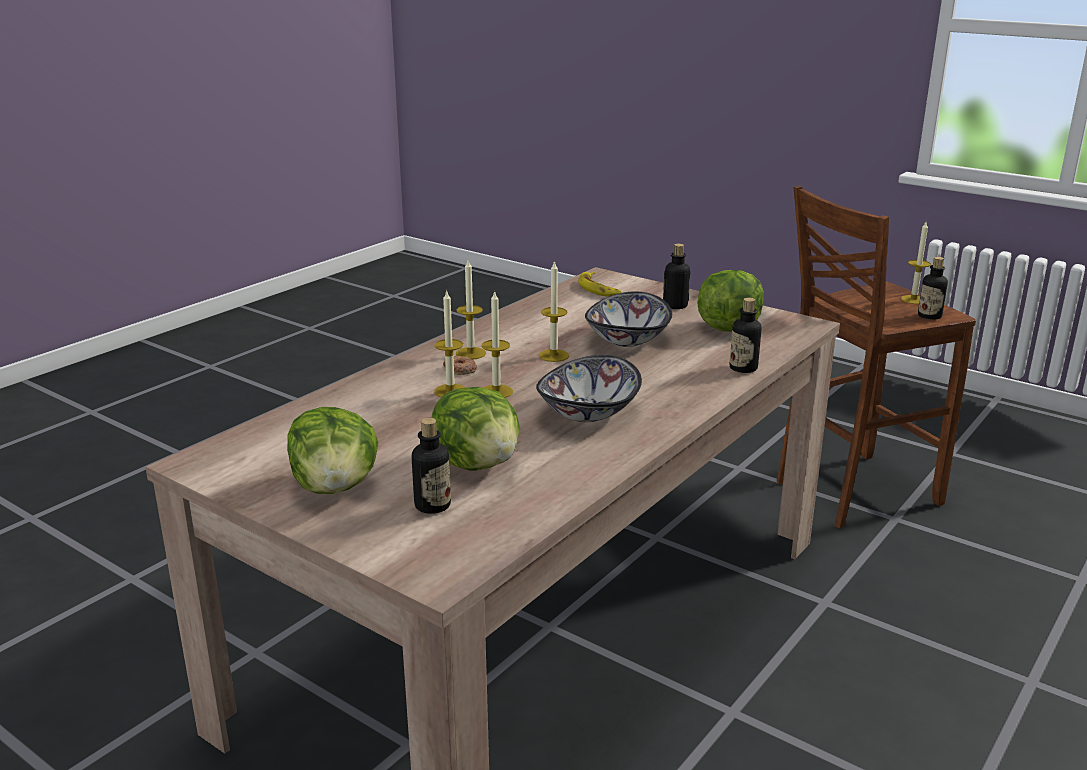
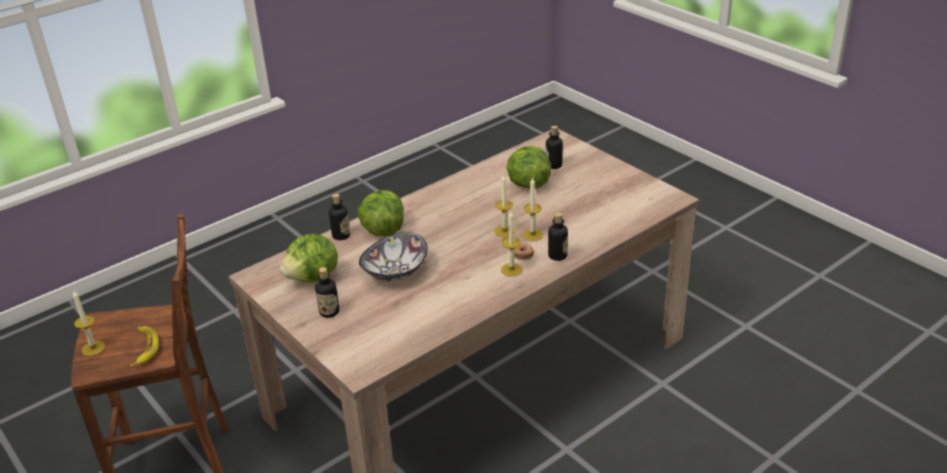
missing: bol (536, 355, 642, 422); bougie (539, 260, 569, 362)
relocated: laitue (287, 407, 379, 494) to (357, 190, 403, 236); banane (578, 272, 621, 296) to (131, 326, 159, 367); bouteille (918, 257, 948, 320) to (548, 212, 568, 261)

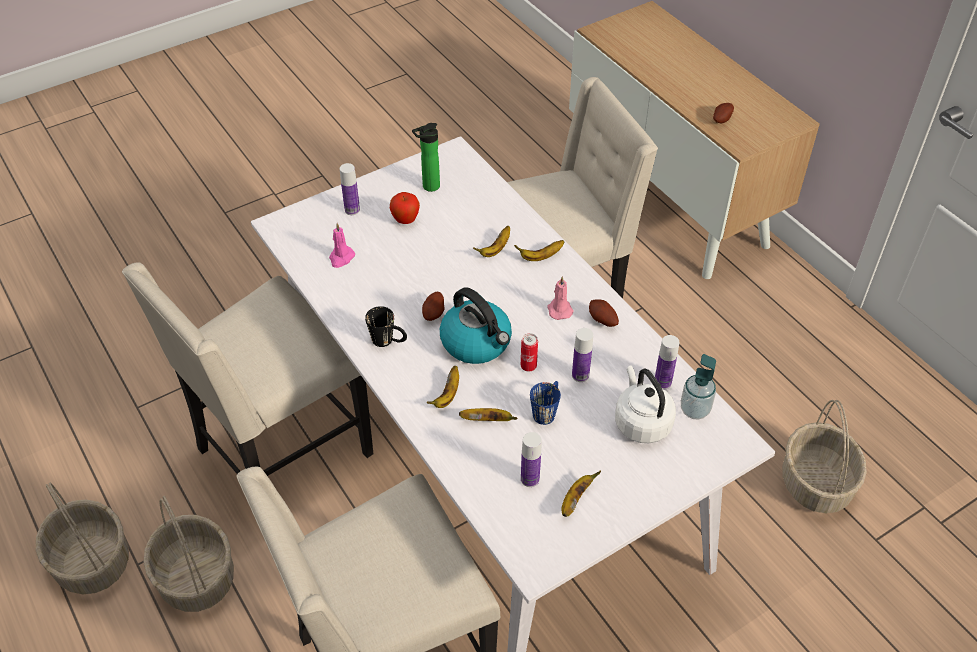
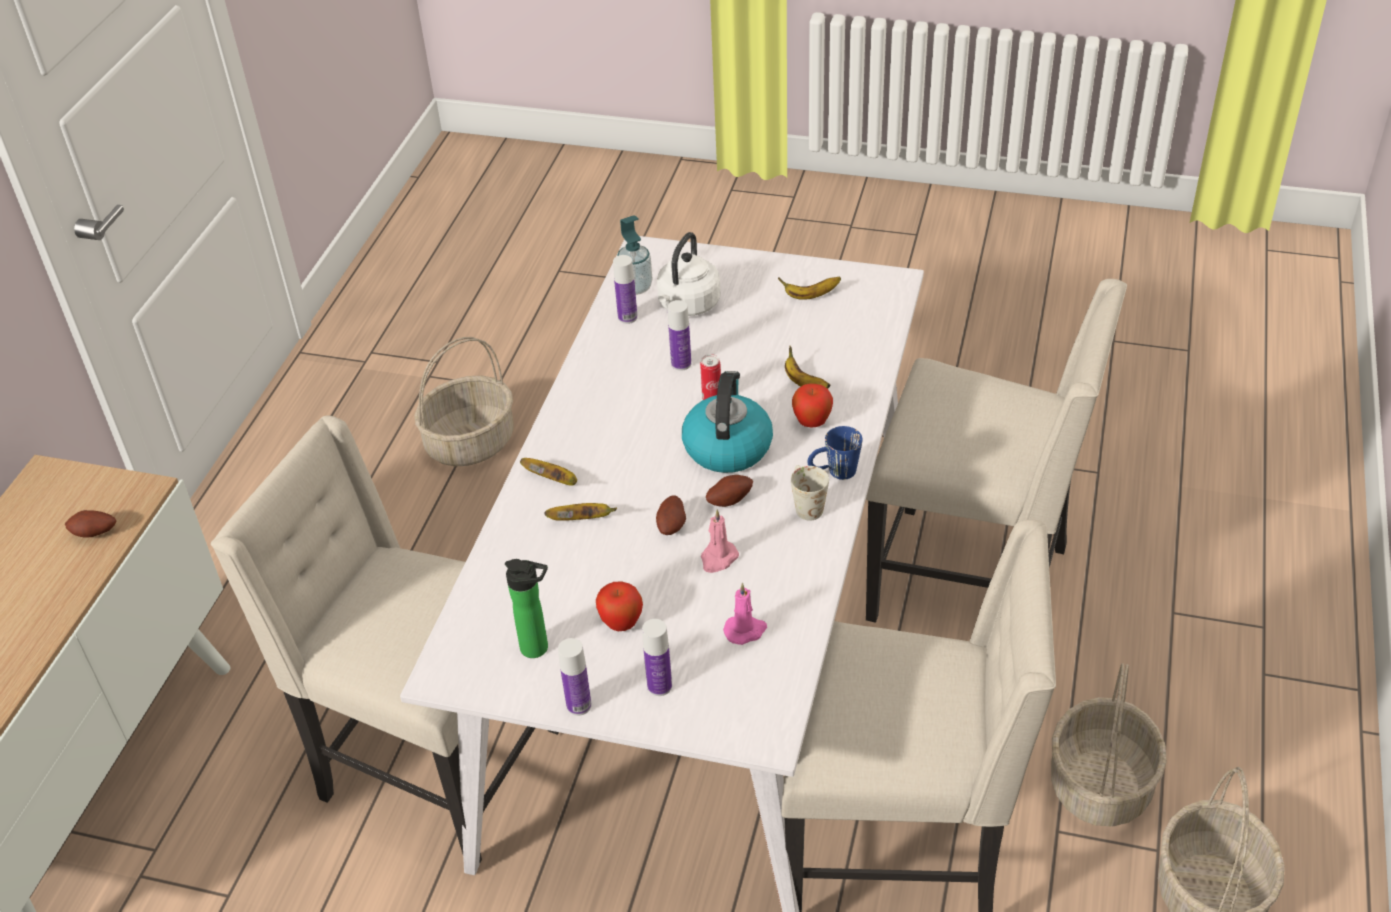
relocated: bouteille (521, 432, 542, 487) to (558, 638, 592, 716); mug (bleu) (530, 381, 561, 425) to (807, 426, 863, 480); bougie (rose) (548, 276, 574, 320) to (701, 509, 739, 573); pomme de terre (589, 299, 619, 327) to (656, 495, 686, 535)
exchanged: banane (426, 366, 459, 408) to pomme (792, 383, 833, 427)
colour: mug (noir) (365, 306, 407, 347) to mug (blanc) (791, 465, 829, 520)

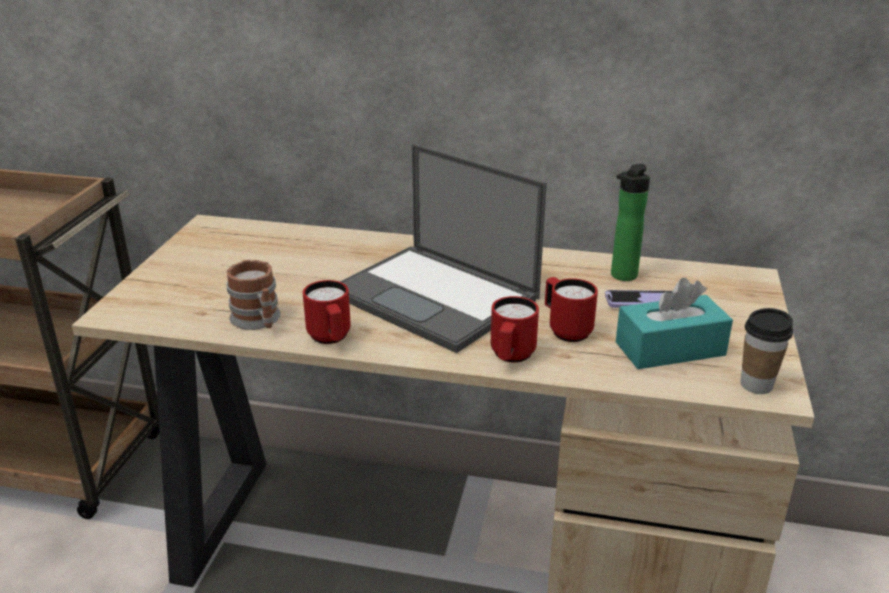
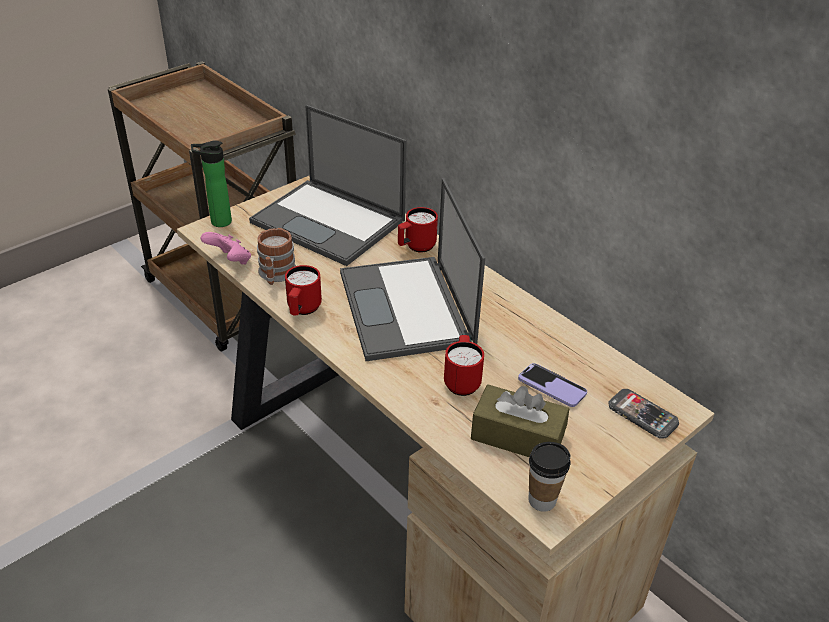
appeared: manette (rose) (201, 232, 251, 265); ordinateur portable (249, 105, 407, 266); téléphone (608, 389, 679, 439)
relocated: mug (rouge) (491, 296, 539, 363) to (398, 207, 438, 253); bouteille (611, 164, 650, 281) to (191, 141, 232, 227)
colour: boîte à mouchoirs (turquoise) (616, 278, 733, 369) to boîte à mouchoirs (marron) (471, 384, 570, 457)

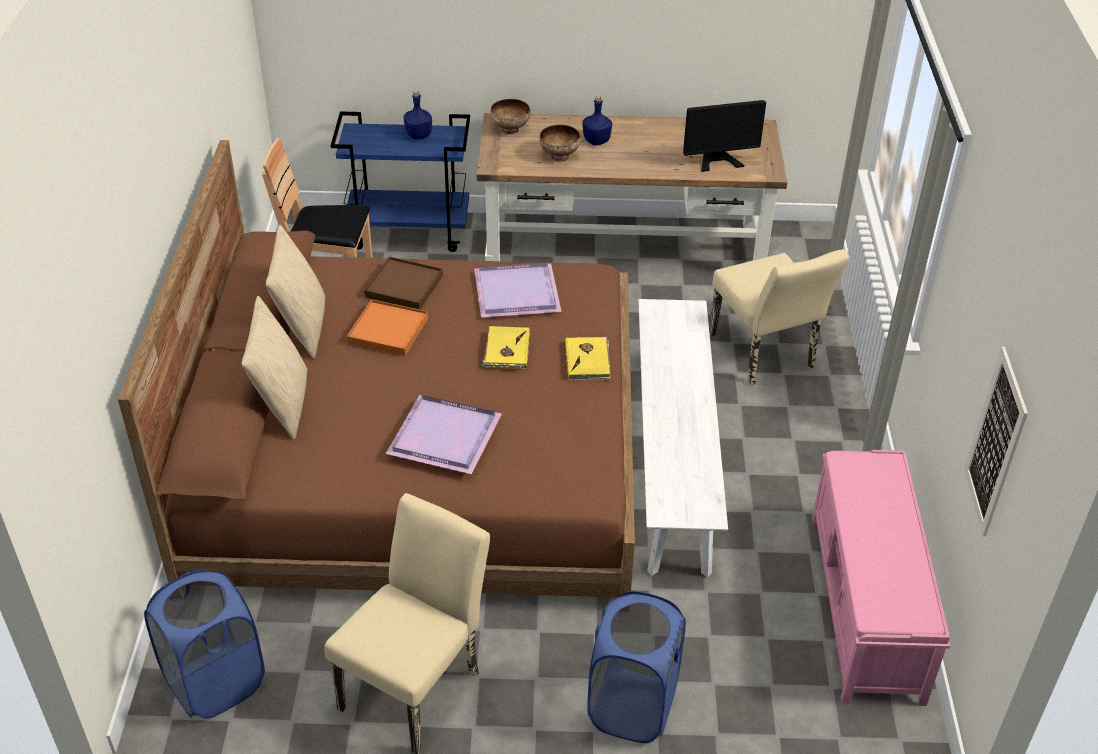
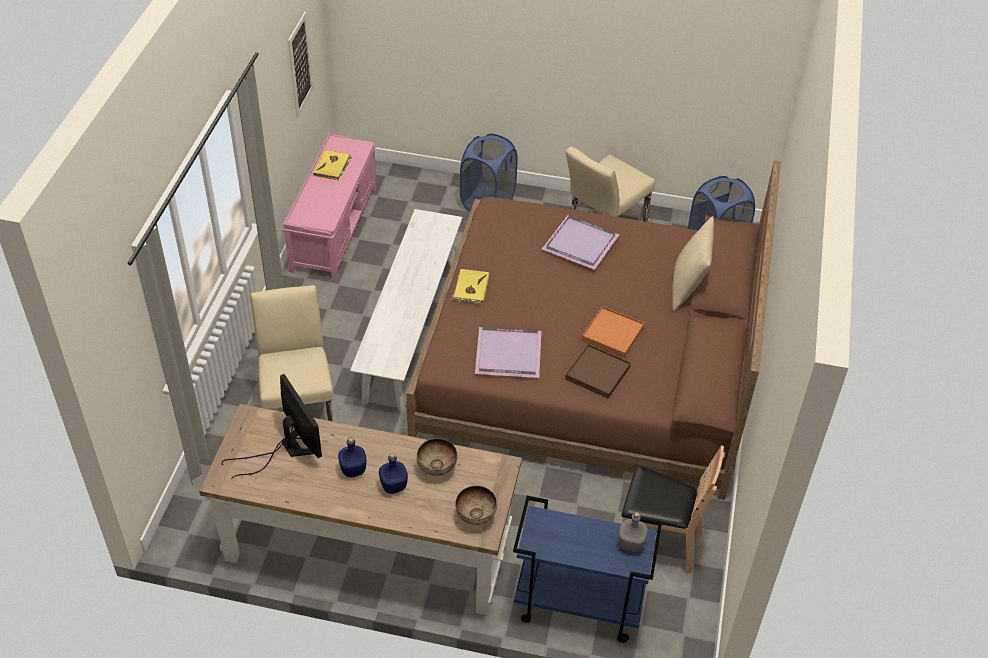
missing: coussin (beige) (266, 225, 325, 359)
appeared: bouteille (gris) (619, 512, 648, 552)
relocated: bouteille (bleu) (404, 91, 432, 140) to (338, 437, 367, 477); livre (jaune) (482, 326, 530, 369) to (313, 150, 352, 181)
spun: écran d'ordinateur (683, 100, 766, 172) = (222, 374, 322, 479) 60 degrees clockwise

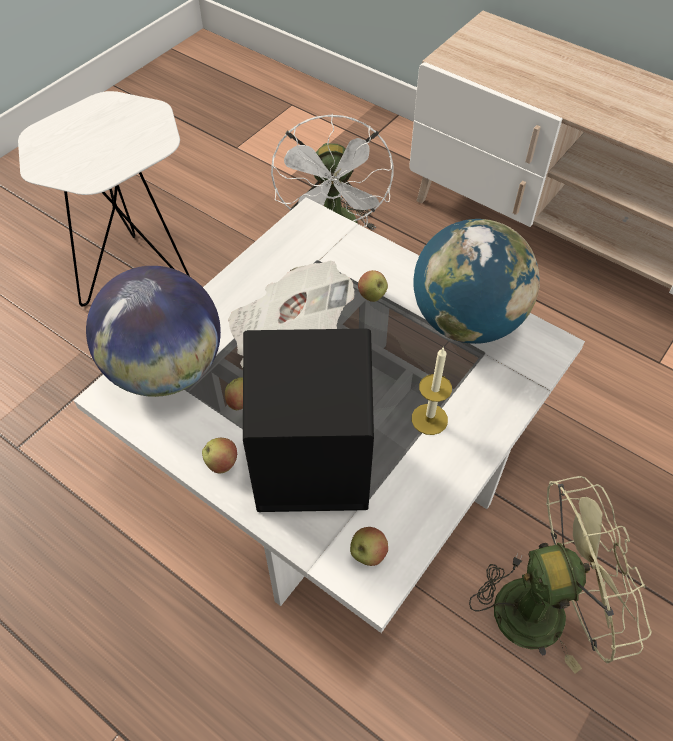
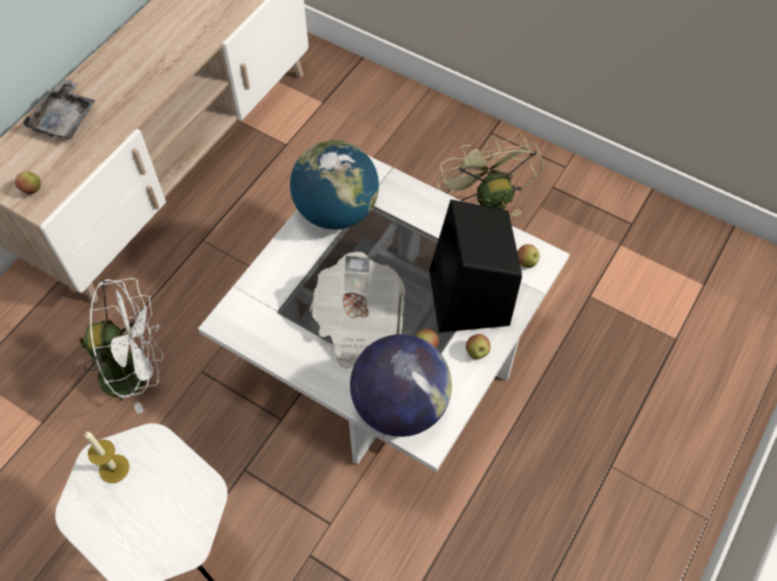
appeared: plateau (gris) (23, 79, 95, 140)
relocated: pomme (358, 270, 388, 302) to (15, 171, 41, 194); bougie (412, 348, 452, 435) to (84, 432, 129, 483)

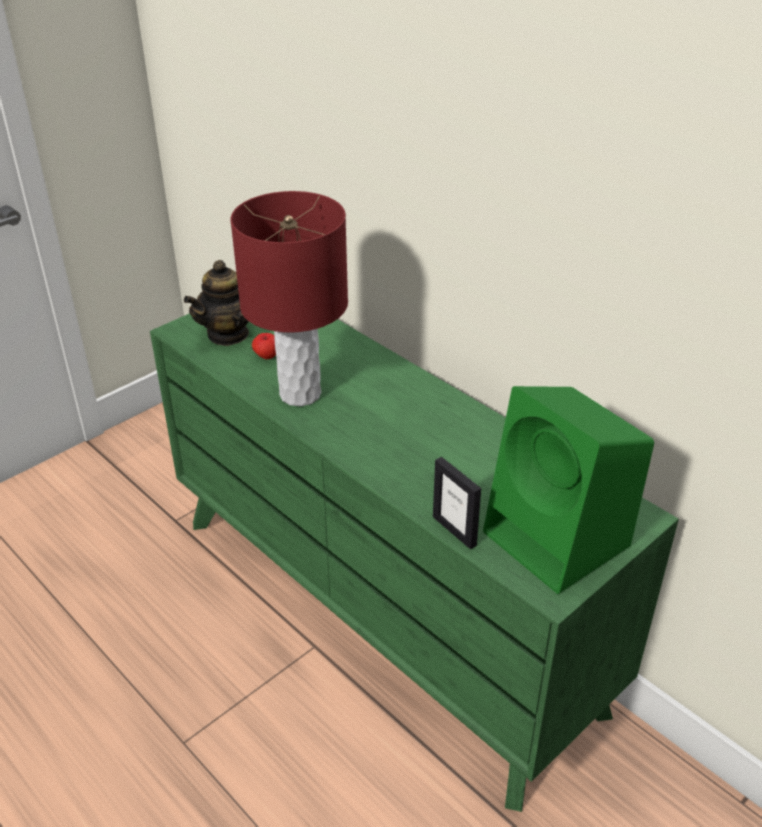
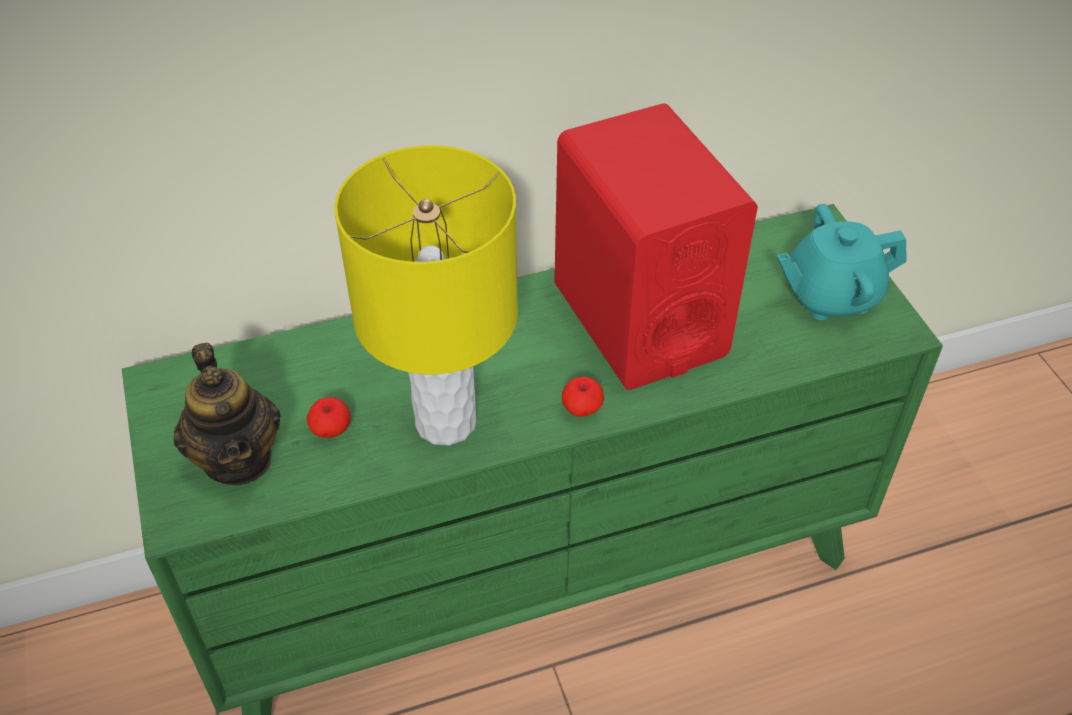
missing: cadre photo (433, 457, 481, 550)
appeared: enceinte (rouge) (554, 103, 758, 390); pomme (562, 376, 604, 417)
exchanged: enceinte (vert) (483, 386, 654, 594) to théière (turquoise) (777, 204, 907, 320)
colour: lampe de table (rouge) (231, 191, 348, 406) to lampe de table (jaune) (334, 145, 518, 445)

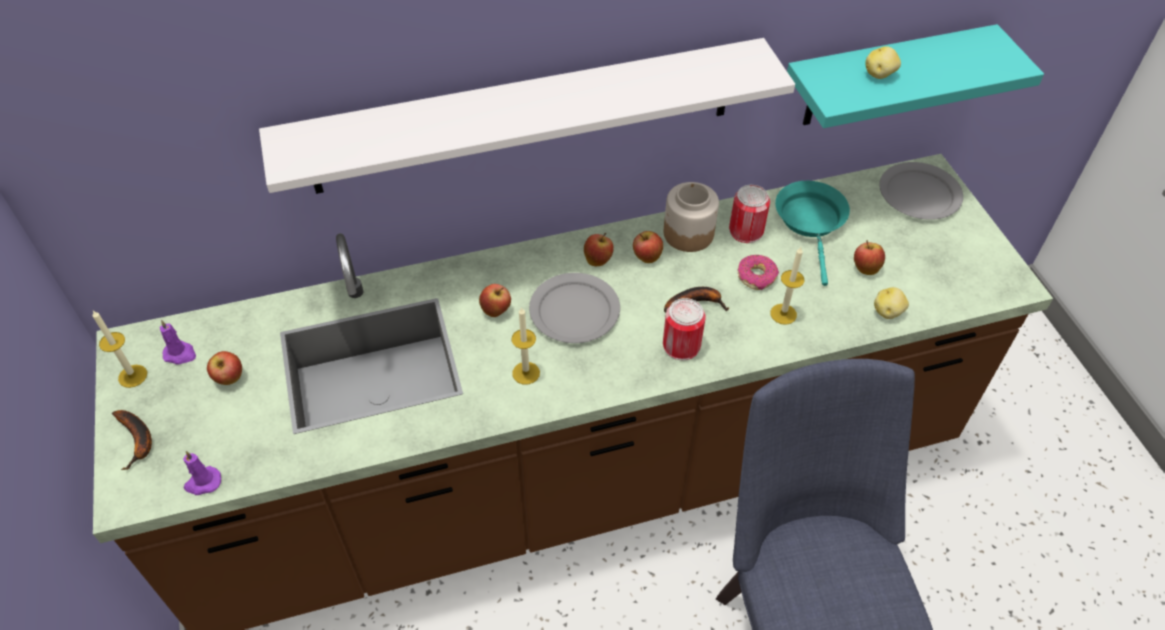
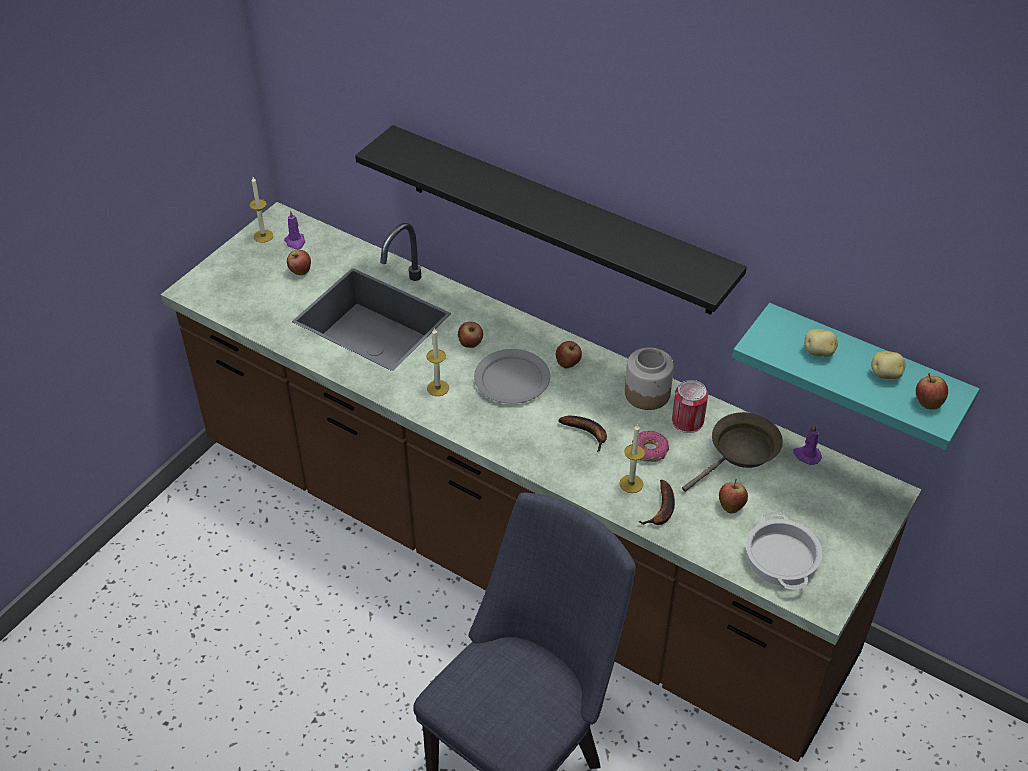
missing: boîte métallique (663, 298, 706, 360); assiette (gris) (879, 162, 963, 220)
appeared: marmite (746, 512, 822, 589)
relocated: banane (112, 410, 152, 470) to (638, 480, 675, 525); bougie (violet) (183, 451, 221, 495) to (793, 425, 822, 465); pomme (633, 231, 663, 263) to (916, 373, 948, 410); pomme de terre (874, 287, 909, 319) to (871, 351, 906, 379)
colour: étagère (blanc) (259, 38, 795, 194) to étagère (noir) (355, 125, 747, 315); poêle (turquoise) (775, 181, 850, 286) to poêle (marron) (682, 412, 783, 492)

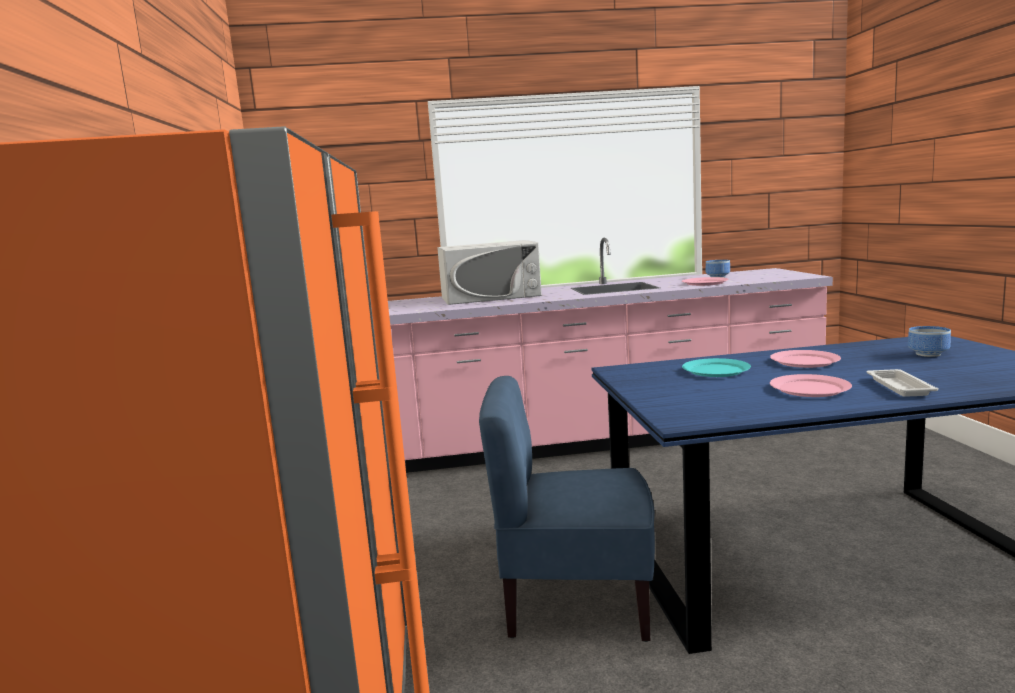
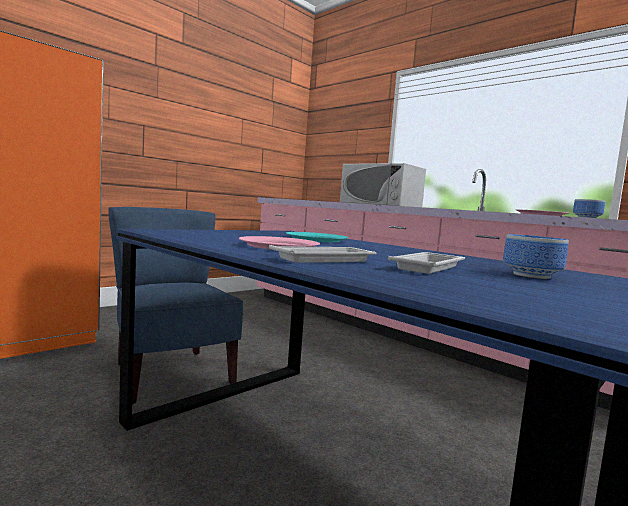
missing: assiette (rose) (770, 350, 841, 368)
appeared: plateau (blanc) (388, 252, 465, 274)

